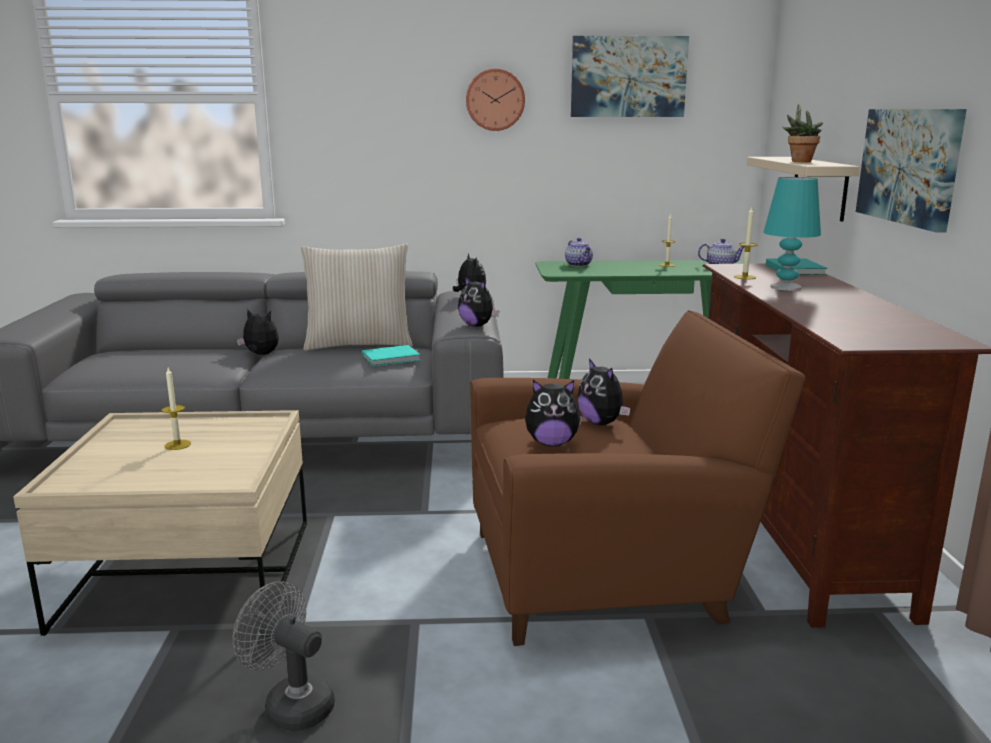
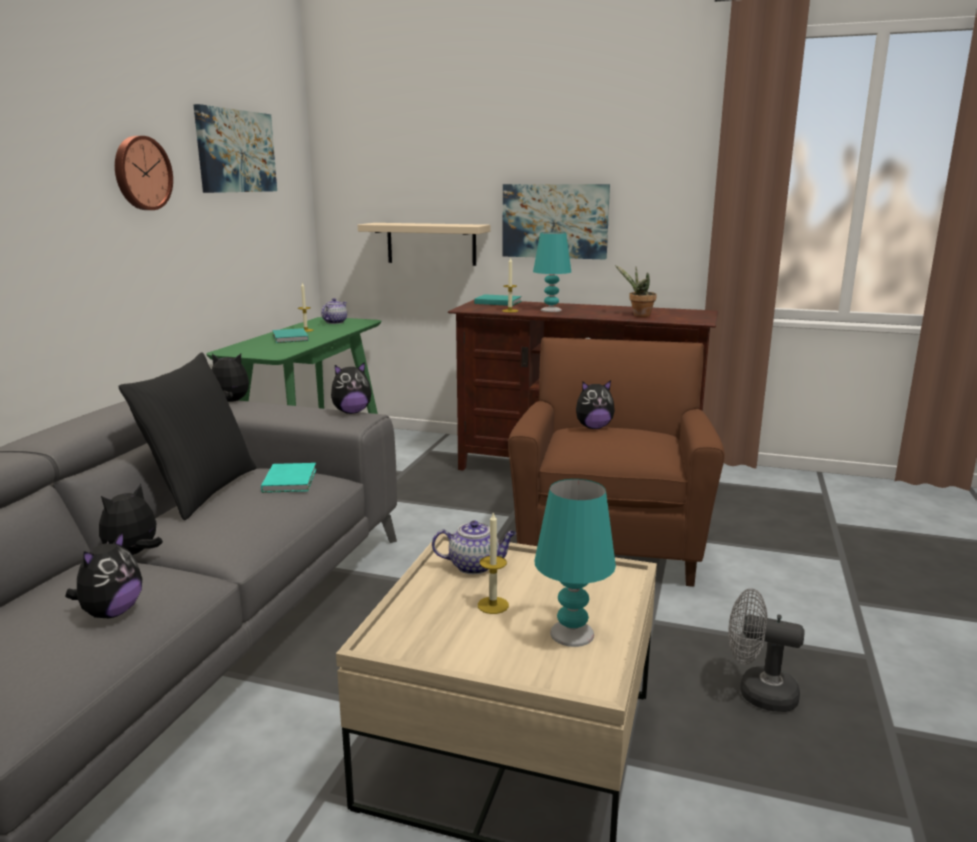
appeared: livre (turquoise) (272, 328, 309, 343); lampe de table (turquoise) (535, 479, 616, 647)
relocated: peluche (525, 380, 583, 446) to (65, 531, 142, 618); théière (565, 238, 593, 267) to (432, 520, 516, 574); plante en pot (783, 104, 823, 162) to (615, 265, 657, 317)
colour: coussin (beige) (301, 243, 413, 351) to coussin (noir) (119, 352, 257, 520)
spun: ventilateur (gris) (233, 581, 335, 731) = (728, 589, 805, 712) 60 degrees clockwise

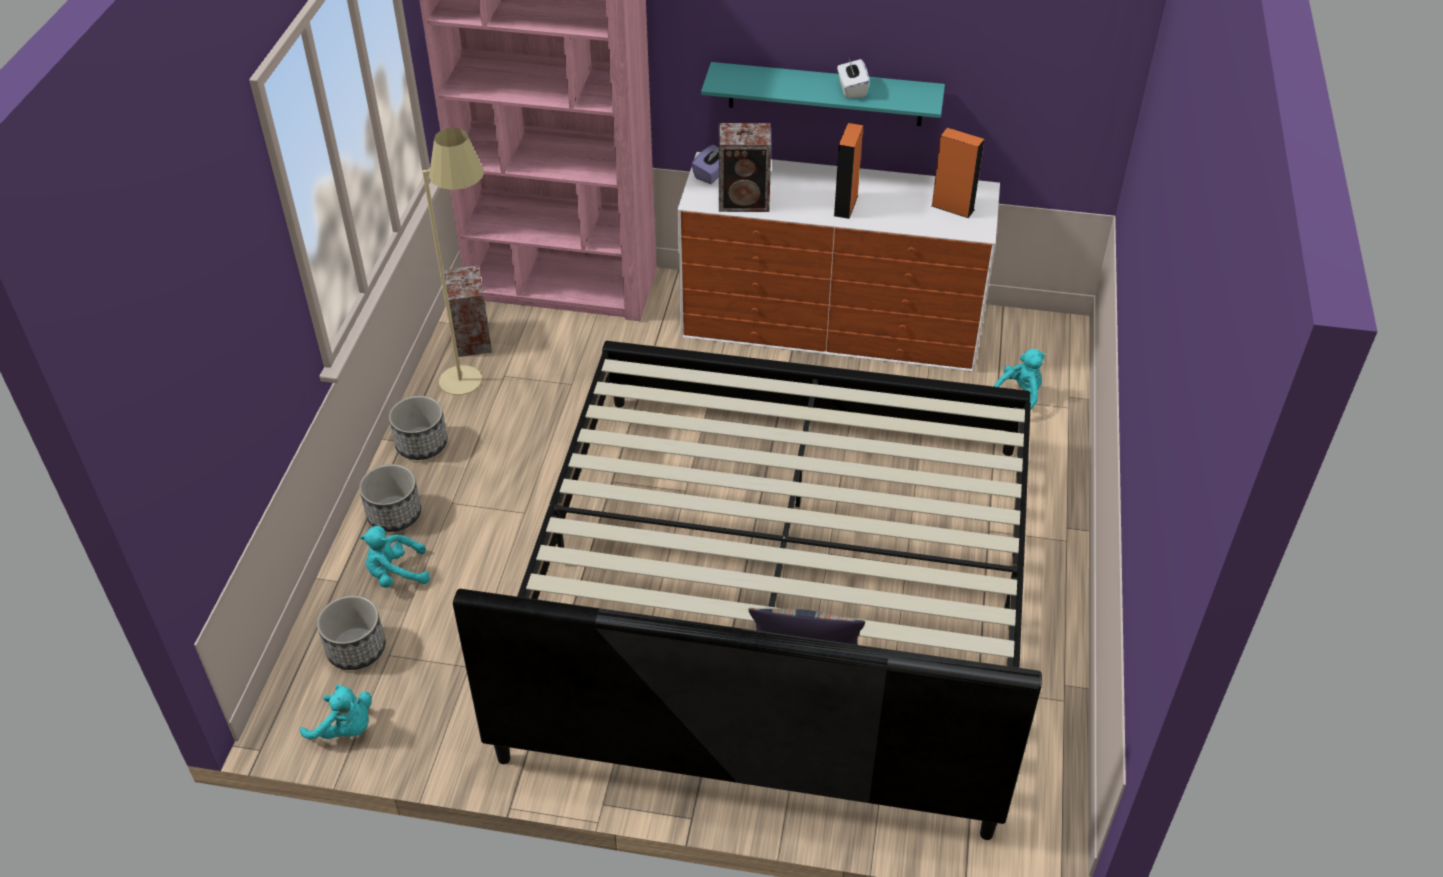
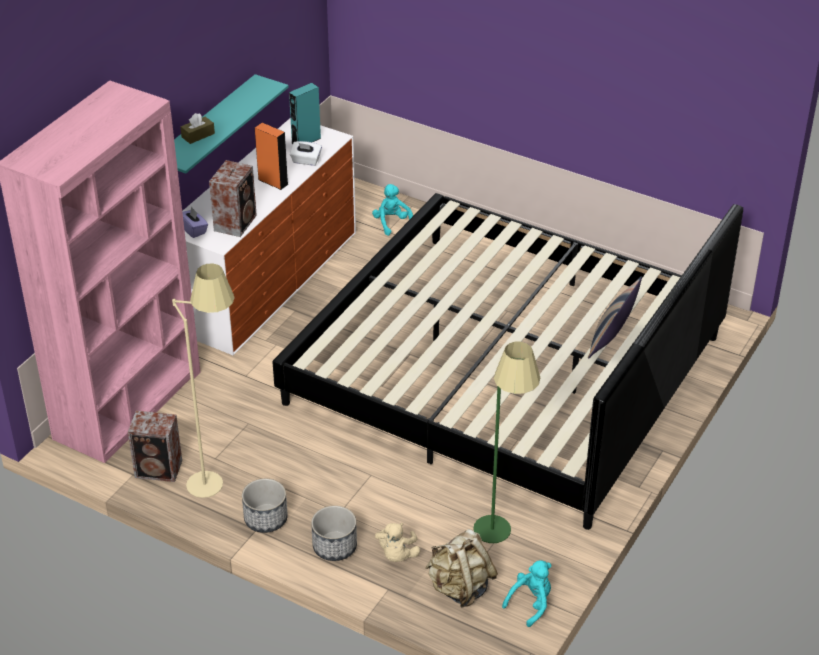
appeared: boîte à mouchoirs (marron) (181, 113, 215, 144); lampadaire (vert) (473, 342, 540, 543)
relocated: boîte à mouchoirs (blanc) (837, 59, 869, 99) to (290, 141, 322, 166)
exchanged: cache-pot (317, 596, 385, 670) to sac à dos (beige) (426, 529, 498, 608)
colour: peluche (turquoise) (360, 526, 430, 588) to peluche (beige) (375, 523, 420, 562); enceinte (orange) (931, 128, 984, 218) to enceinte (turquoise) (289, 83, 321, 145)

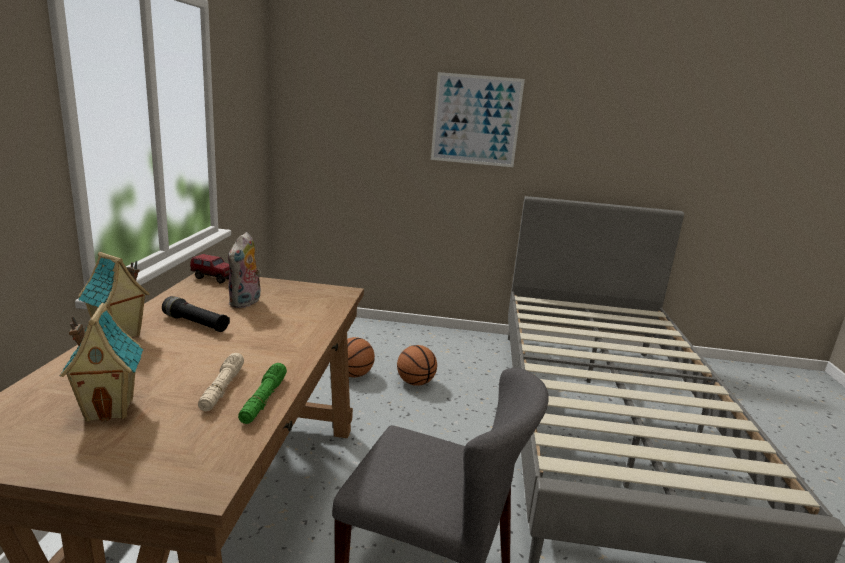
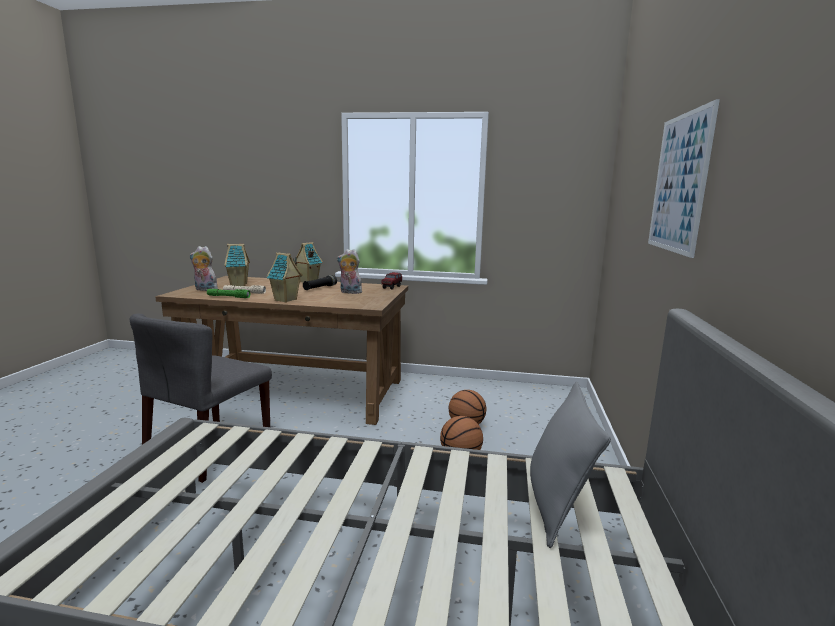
appeared: peluche (190, 246, 218, 291); maison miniature (266, 252, 303, 303); coussin (gris) (530, 381, 611, 548)

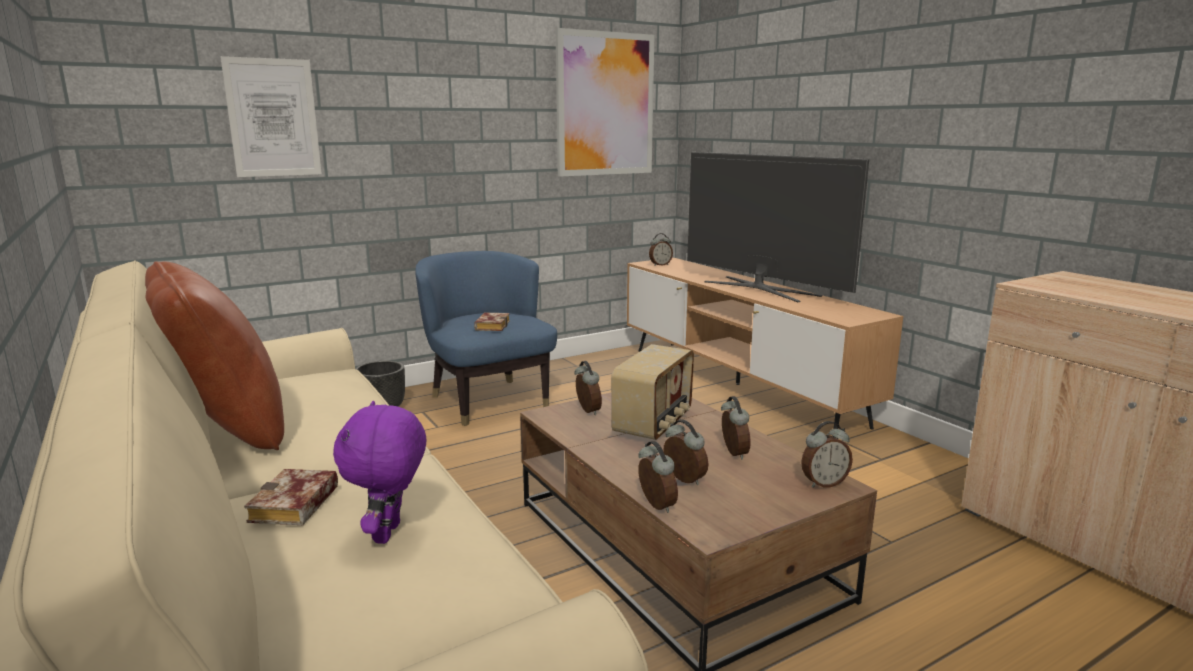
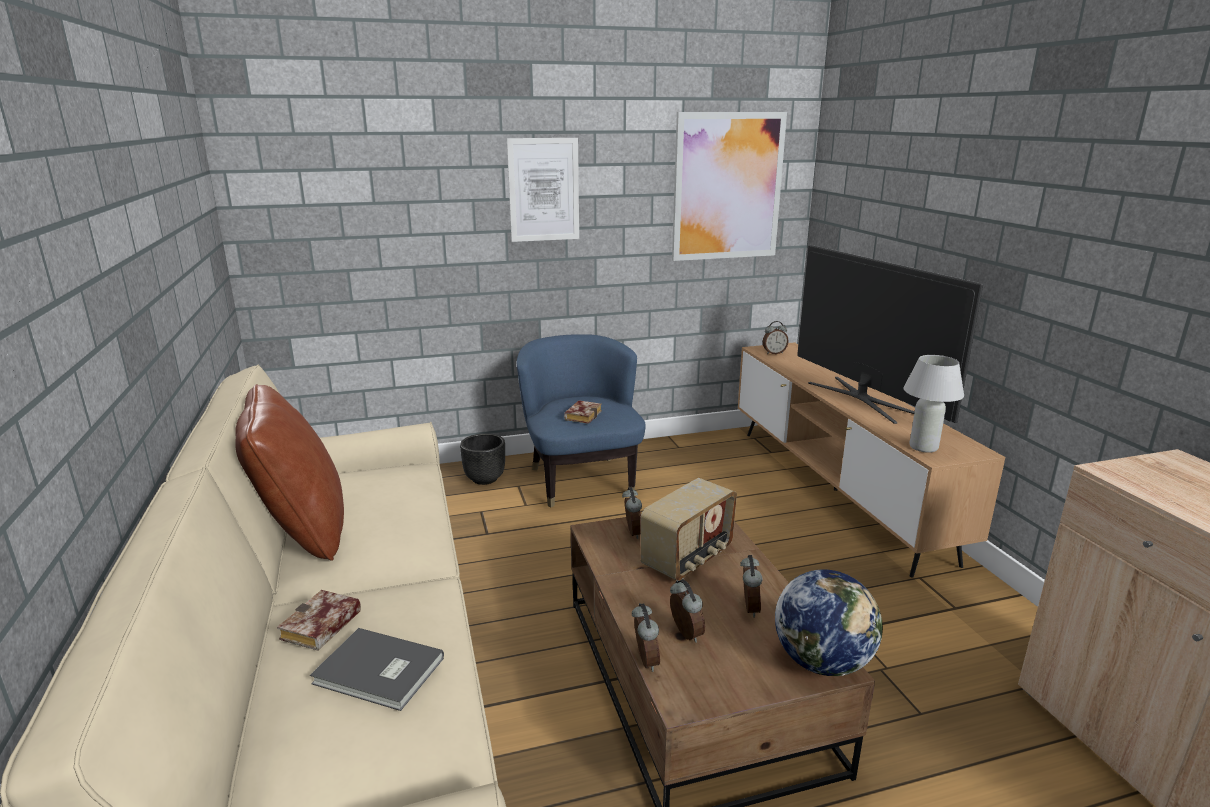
appeared: lampe de table (blanc) (904, 355, 964, 453)
relocated: tableau (220, 56, 322, 177) to (507, 138, 579, 242)
exchanged: peluche (violet) (333, 401, 426, 544) to livre (gris) (310, 628, 444, 711); réveil (801, 421, 853, 488) to globe (775, 569, 883, 676)

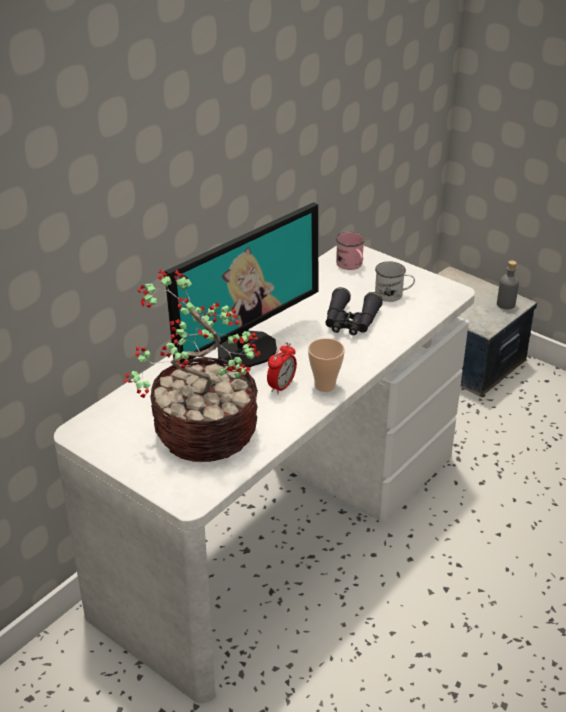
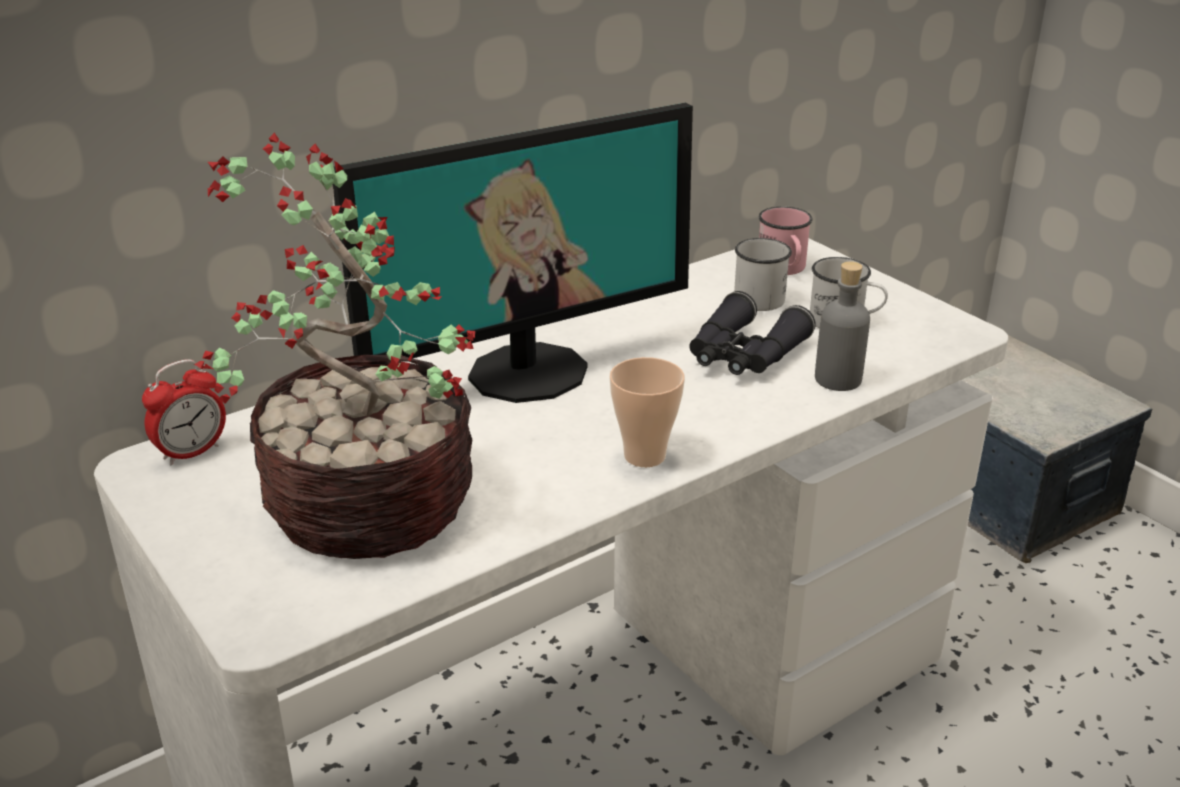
appeared: mug (blanc) (734, 238, 792, 311)
relocated: réveil (267, 342, 297, 394) to (142, 359, 226, 465); bouteille (gris) (497, 260, 519, 309) to (815, 261, 870, 391)

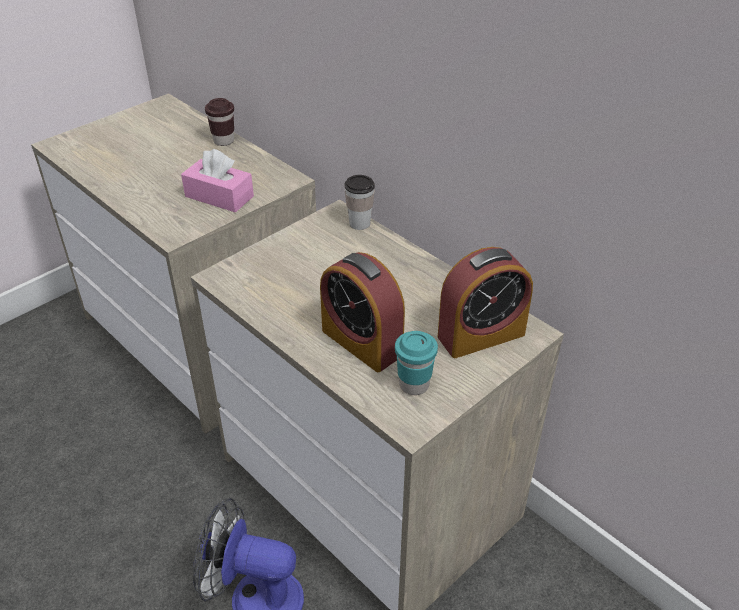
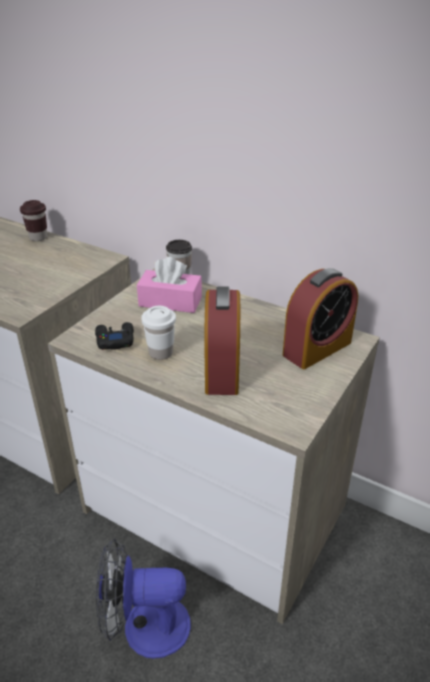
missing: tasse (turquoise) (395, 331, 438, 395)
appeared: manette (noir) (95, 322, 134, 350); tasse (blanc) (141, 306, 176, 360)
relocated: boîte à mouchoirs (rose) (181, 149, 254, 213) to (137, 257, 202, 313)
spun: réveil (320, 252, 405, 372) = (204, 286, 240, 395) 120 degrees counterclockwise

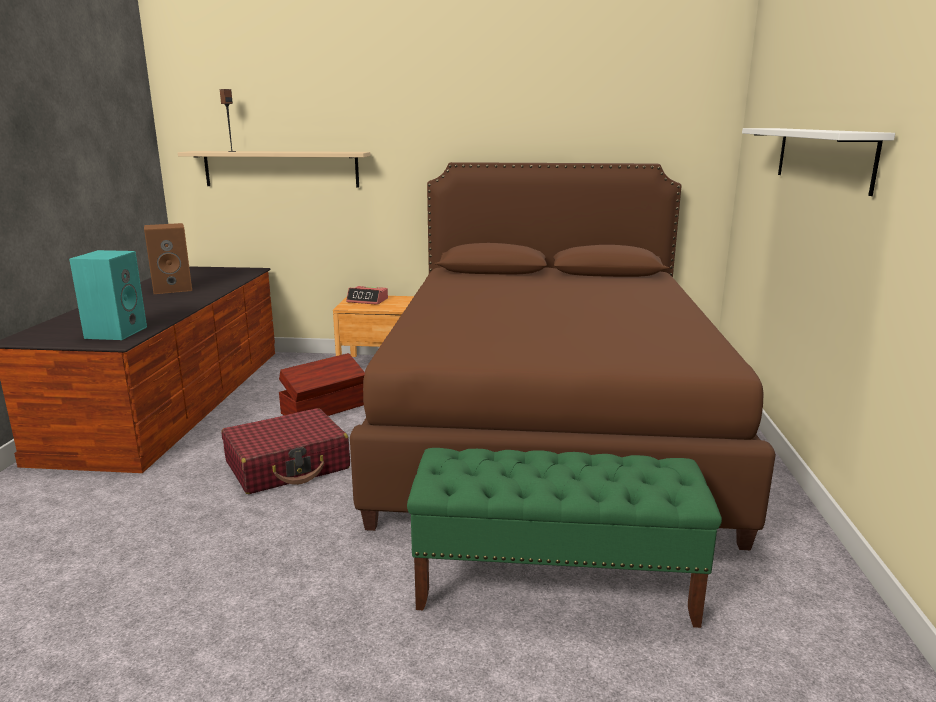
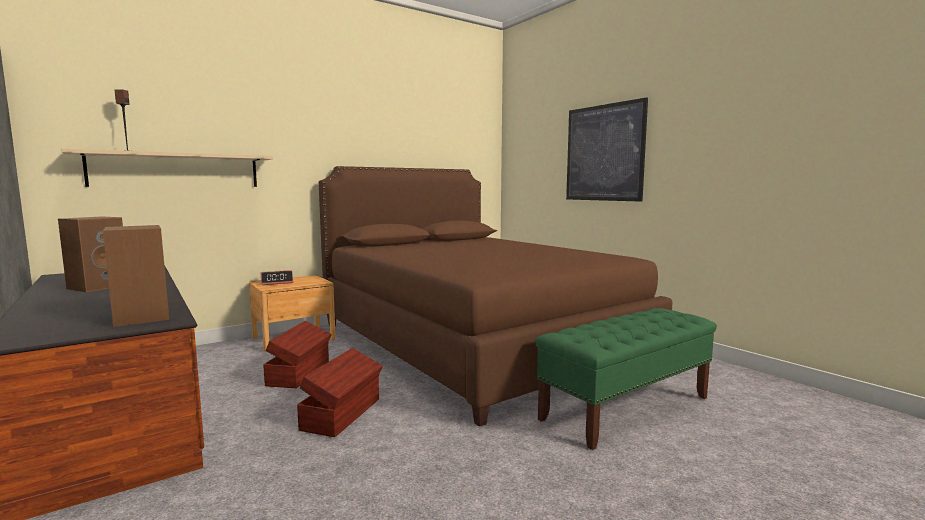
exchanged: valise (rouge) (221, 408, 350, 494) to boîte de rangement (marron) (297, 348, 383, 437); étagère (blanc) (742, 128, 895, 196) to tableau (566, 97, 648, 202)
colour: enceinte (turquoise) (69, 250, 147, 340) to enceinte (marron) (103, 225, 169, 327)

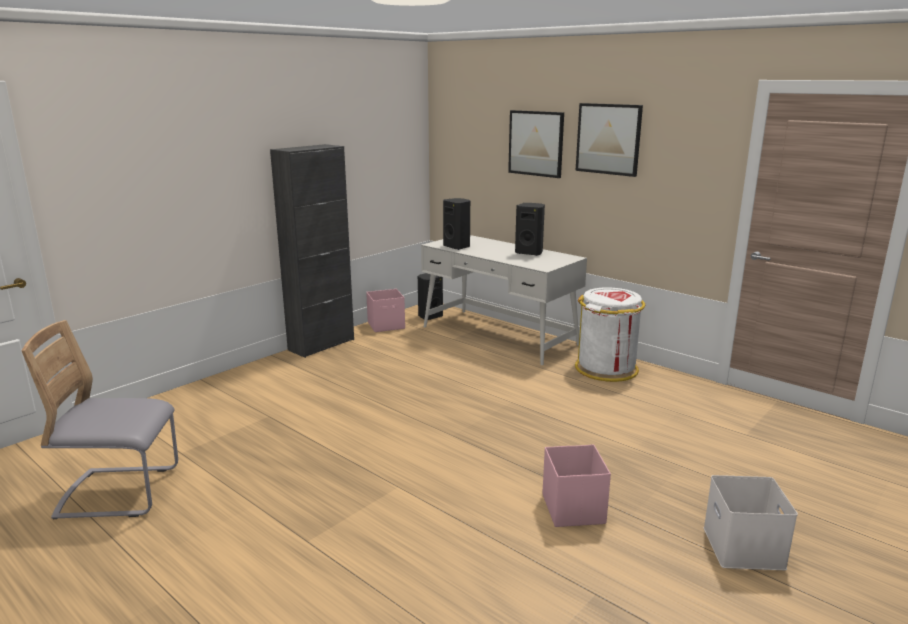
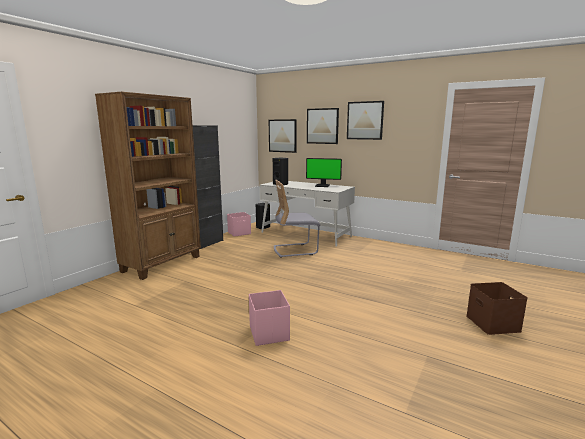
missing: poubelle (blanc) (575, 287, 645, 382)
appeared: bibliothèque (marron) (95, 92, 201, 280); tableau (269, 119, 297, 153)
relocated: chaise (gris) (21, 320, 178, 520) to (274, 180, 320, 258); boîte de rangement (rose) (542, 444, 611, 527) to (249, 290, 290, 346)
exchanged: enceinte (noir) (515, 203, 545, 256) to écran d'ordinateur (306, 158, 342, 187)
colour: boîte de rangement (blanc) (704, 475, 798, 570) to boîte de rangement (marron) (466, 282, 528, 335)

